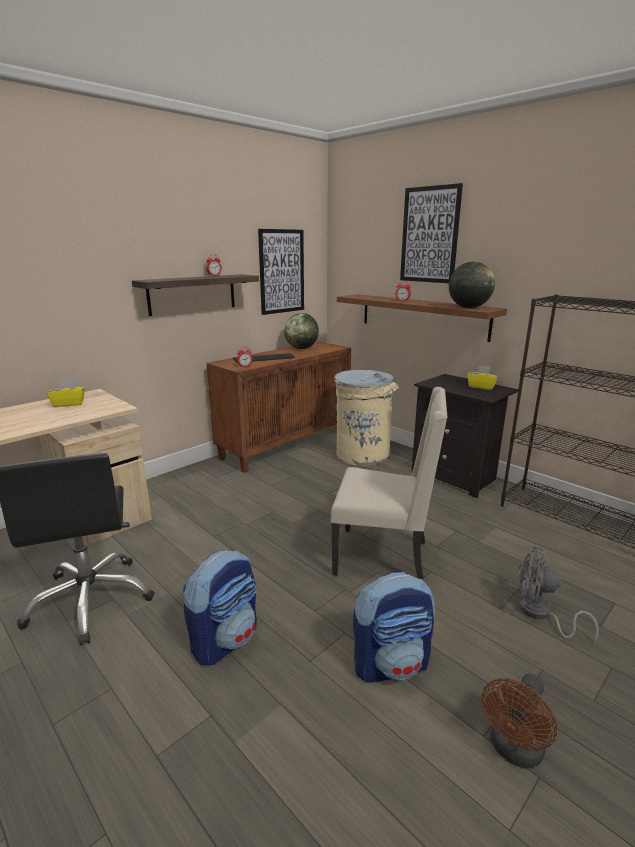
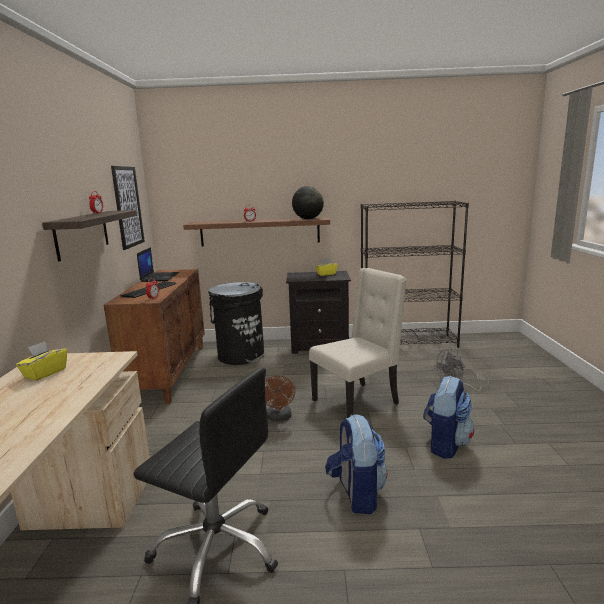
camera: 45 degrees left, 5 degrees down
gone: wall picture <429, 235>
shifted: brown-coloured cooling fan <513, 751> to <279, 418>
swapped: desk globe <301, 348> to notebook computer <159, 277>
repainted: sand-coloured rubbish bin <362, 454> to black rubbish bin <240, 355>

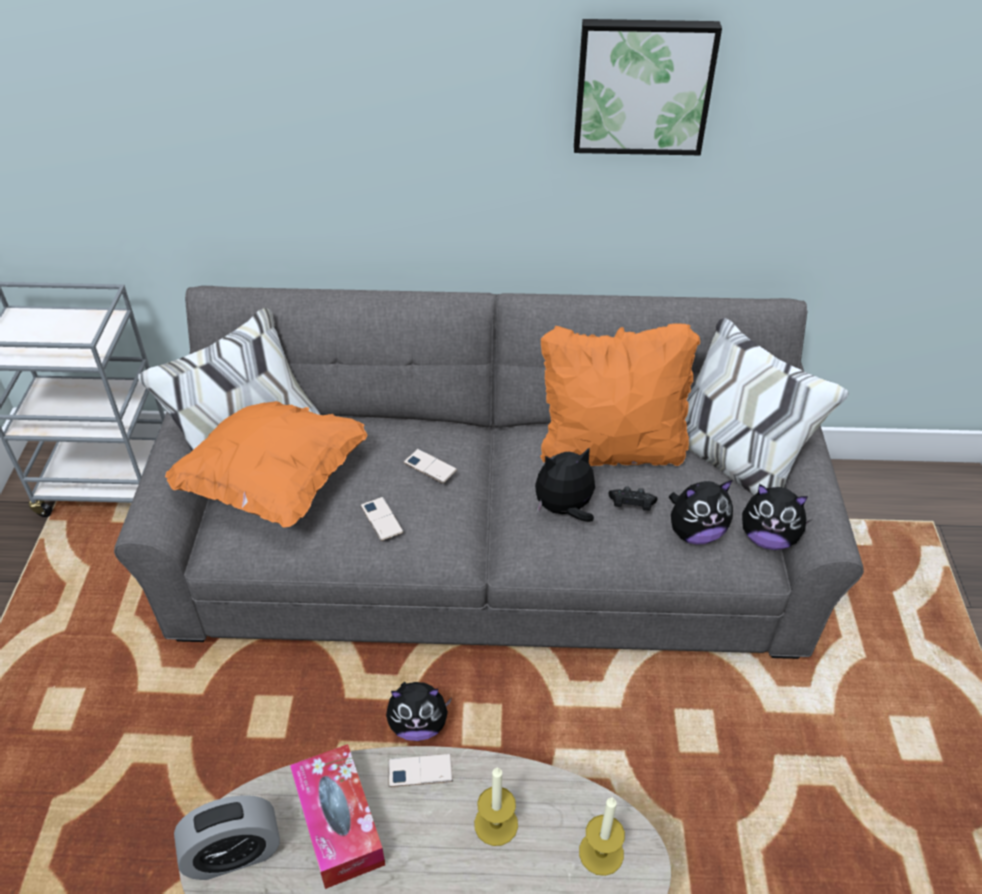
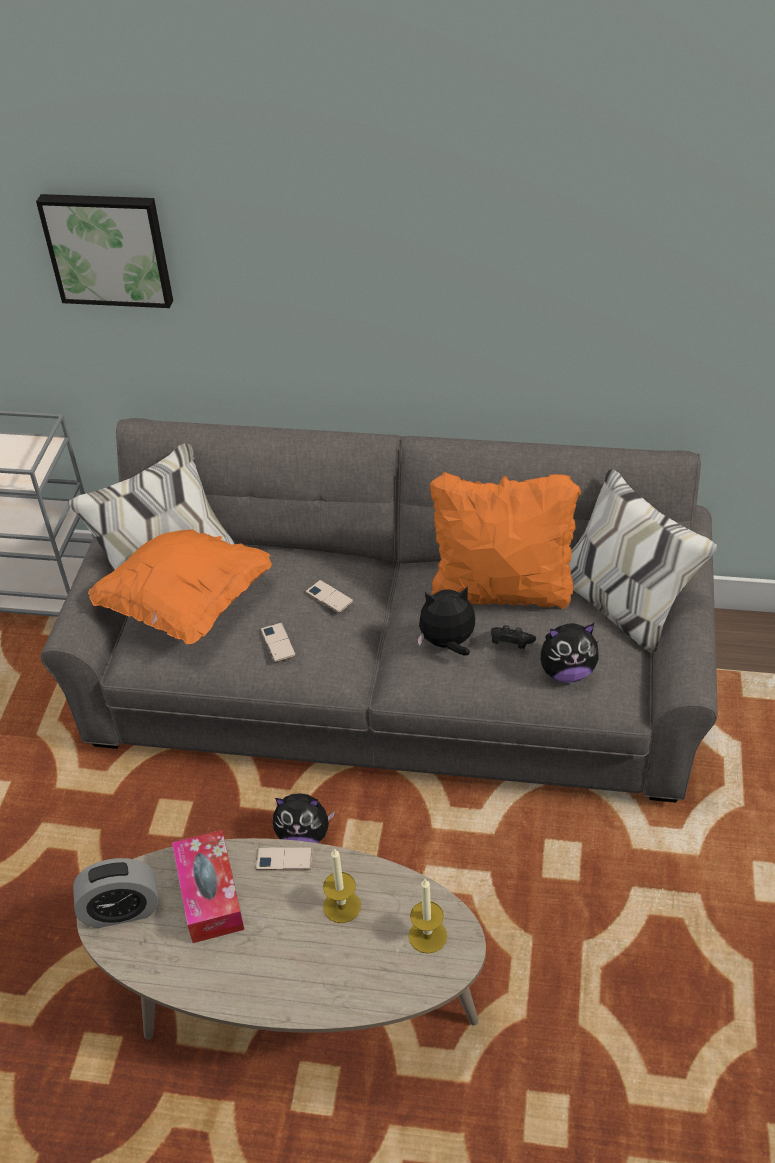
camera: 10 degrees right, 0 degrees up
gone: cuddly toy <768, 538>
shifted: wall picture <643, 86> to <108, 248>

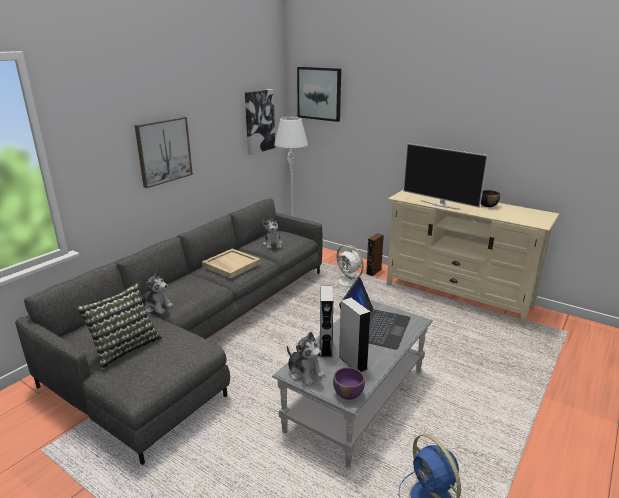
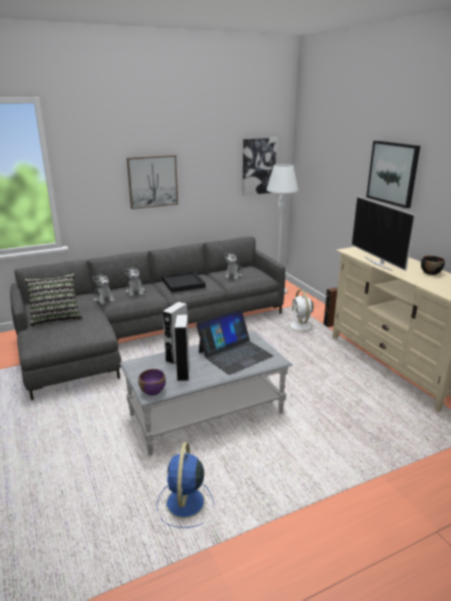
camera: 30 degrees right, 0 degrees up
shifted: cuddly toy <305, 373> to <135, 291>; wall picture <319, 93> to <393, 173>
repainted: sand-coloured tray <231, 265> to black tray <183, 283>

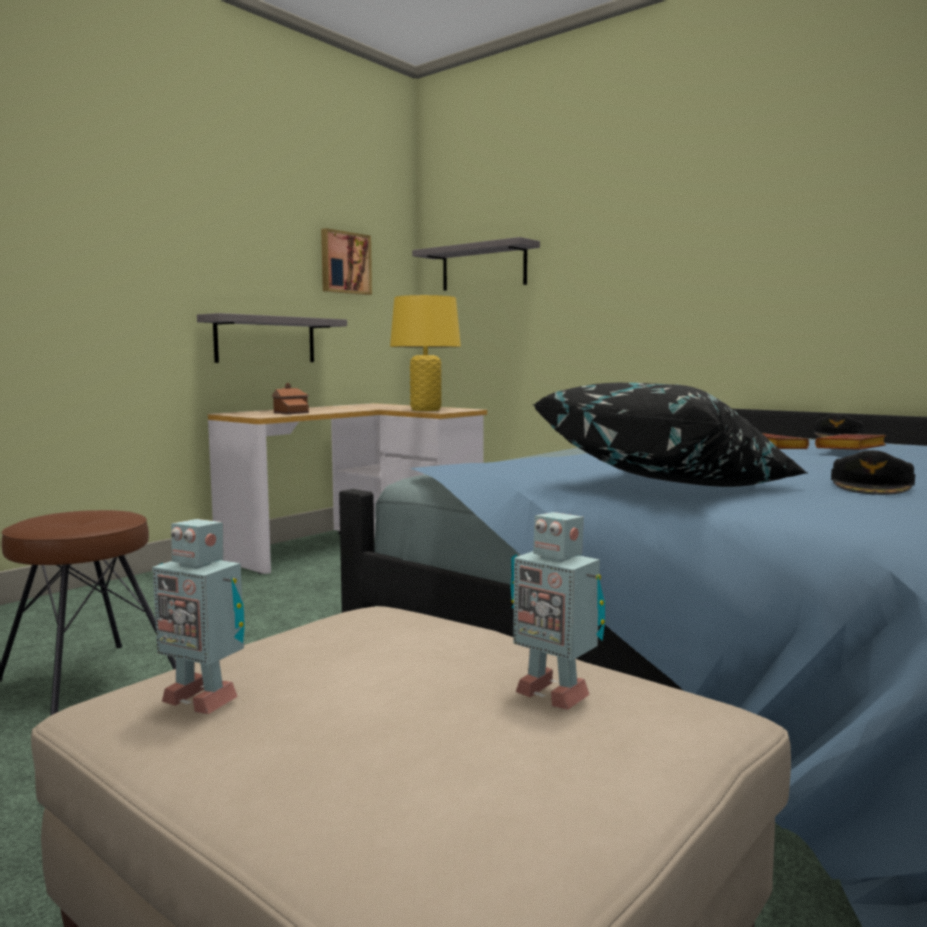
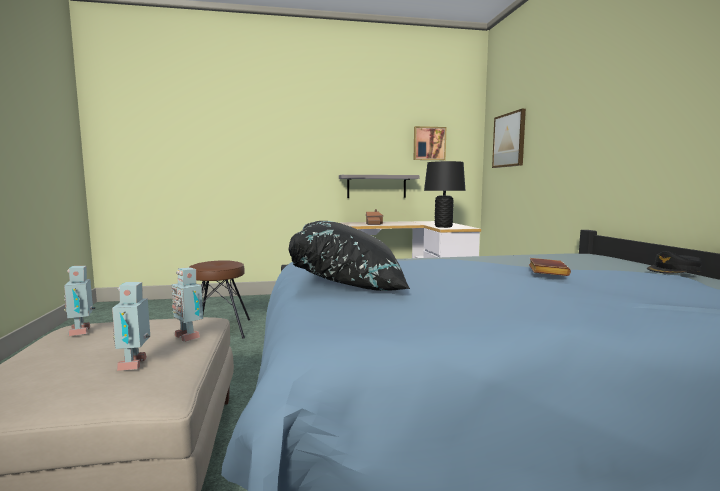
camera: 40 degrees right, 0 degrees up
gone: brown-coloured bound book <851, 449>; black cap <872, 486>
new: model robot <189, 336>
swapped: greyish shelf <483, 267> to wall picture <509, 140>
repainted: yellowish table lamp <426, 410> to black table lamp <443, 226>

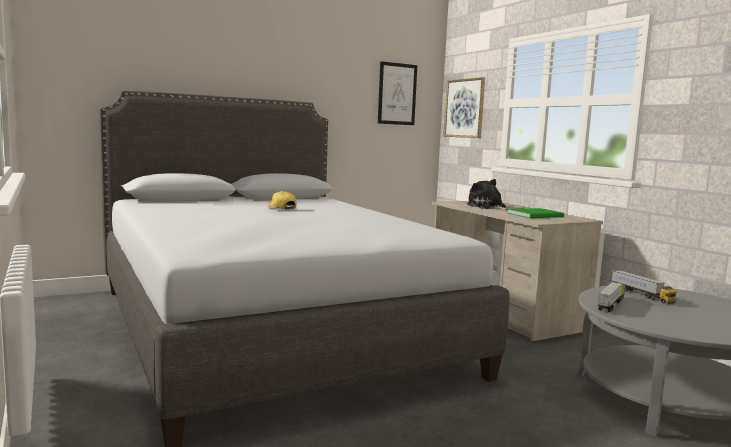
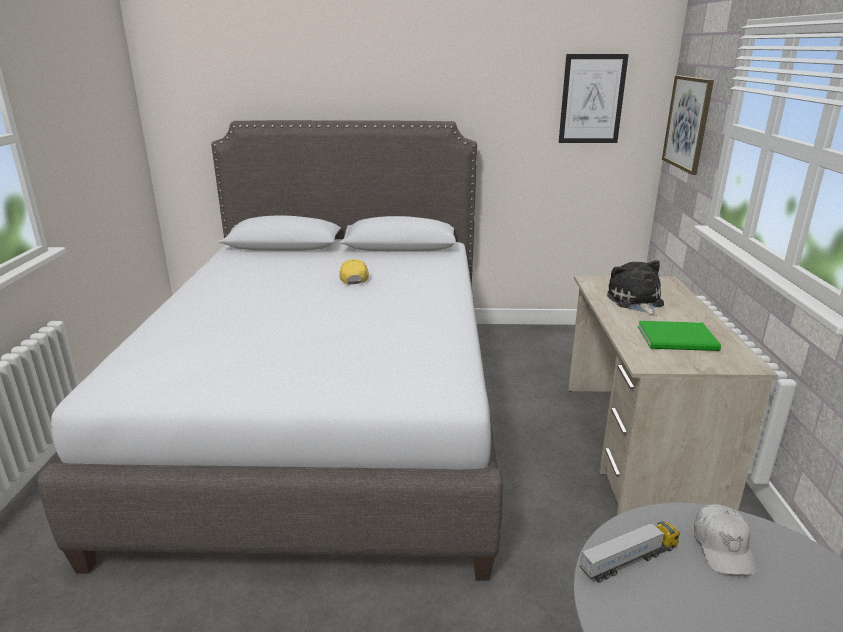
camera: 30 degrees right, 15 degrees up
swapped: toy truck <641, 295> to white cap <722, 547>

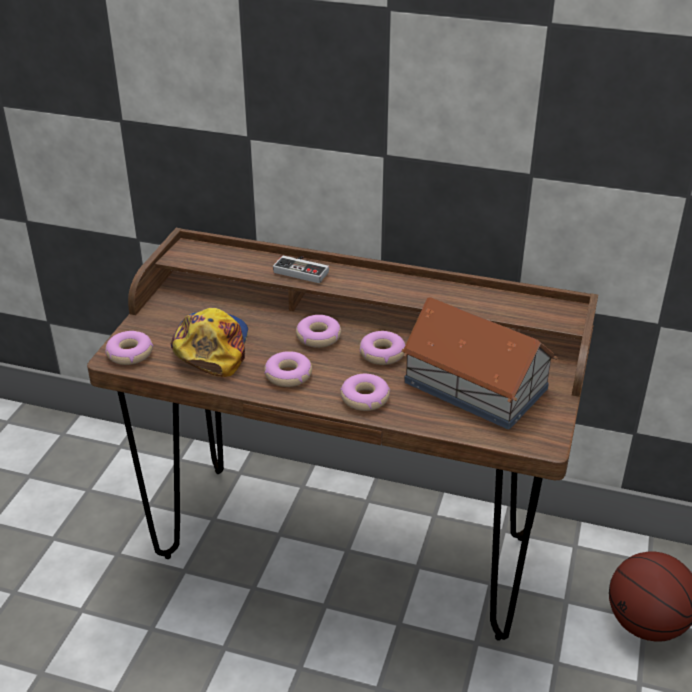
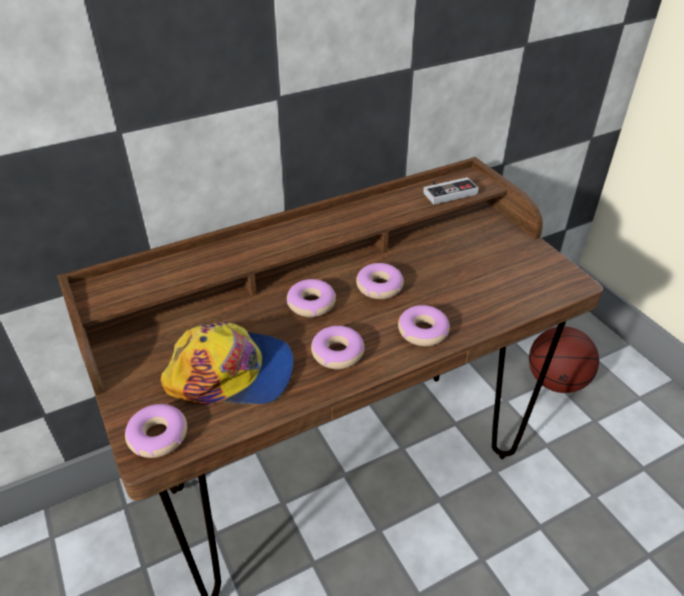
camera: 45 degrees left, 5 degrees up
gone: miniature house <474, 384>
shifted: game controller <303, 270> to <447, 191>
rotated: cap <211, 346> = <232, 373> 135 degrees clockwise

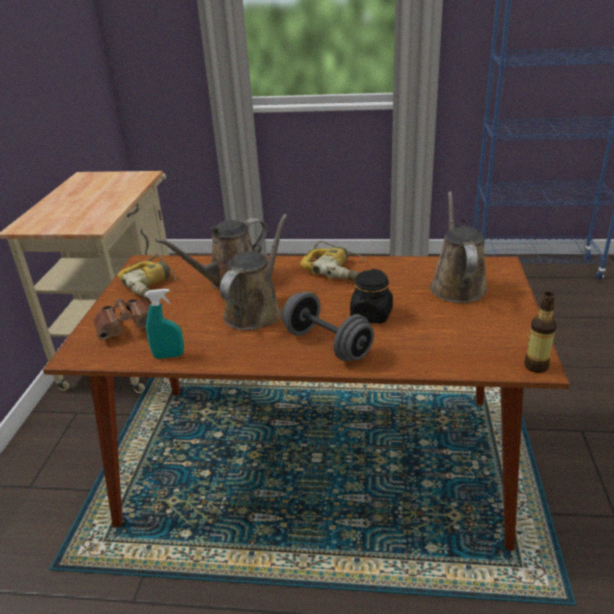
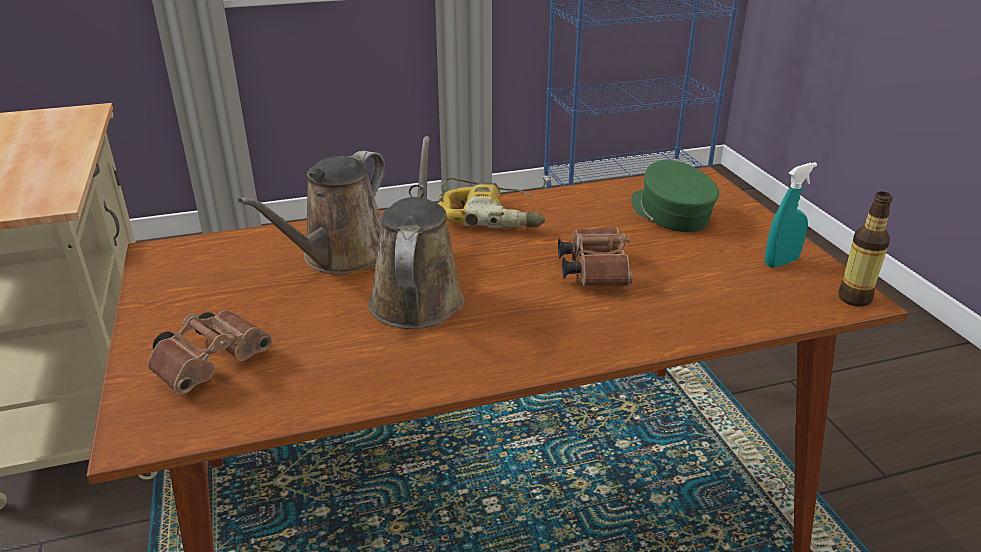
camera: 25 degrees left, 0 degrees up
gone: drill <152, 284>; greyish free weight <327, 344>
shifted: turquoise-coloured hand sprayer <169, 356> to <781, 262>
swapped: black storage jar <371, 315> to brown-coloured field glasses <593, 271>; brown-coloured watering pot <457, 285> to green-coloured cap <670, 212>

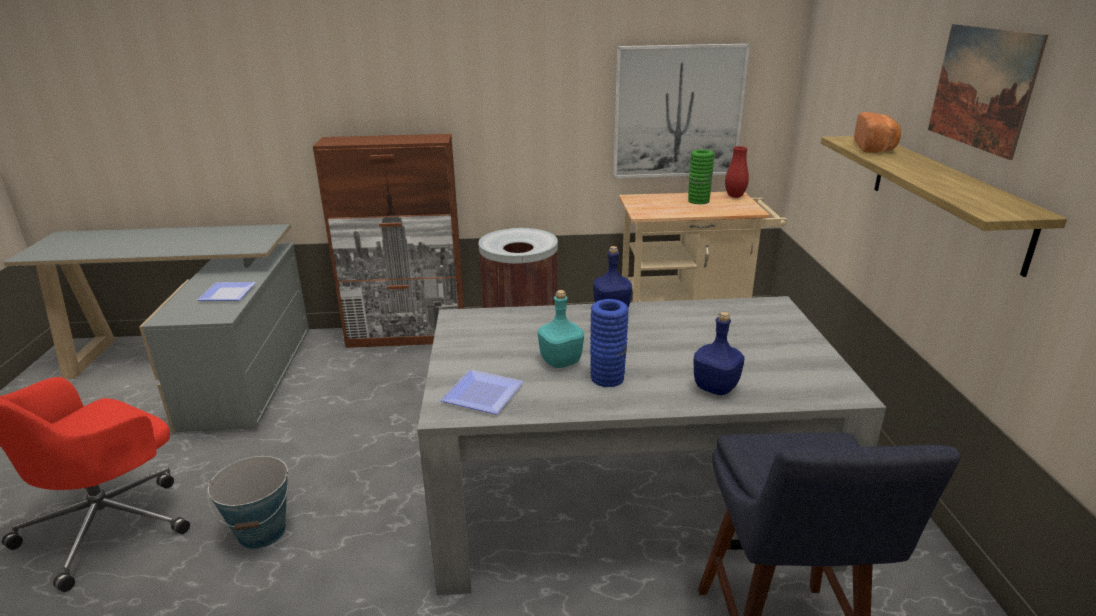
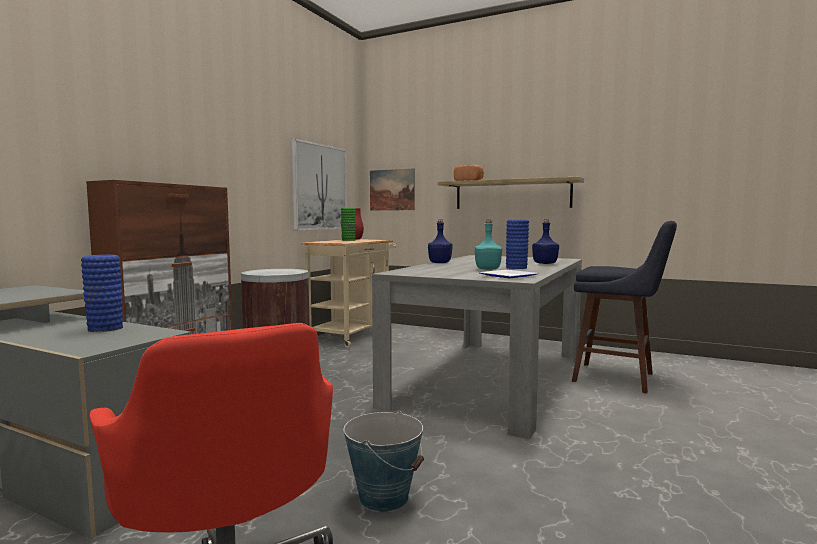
camera: 60 degrees left, 20 degrees down
shifted: wall picture <982, 88> to <392, 190>
swapped: flat dish <230, 293> to bluish decorative vase <105, 328>

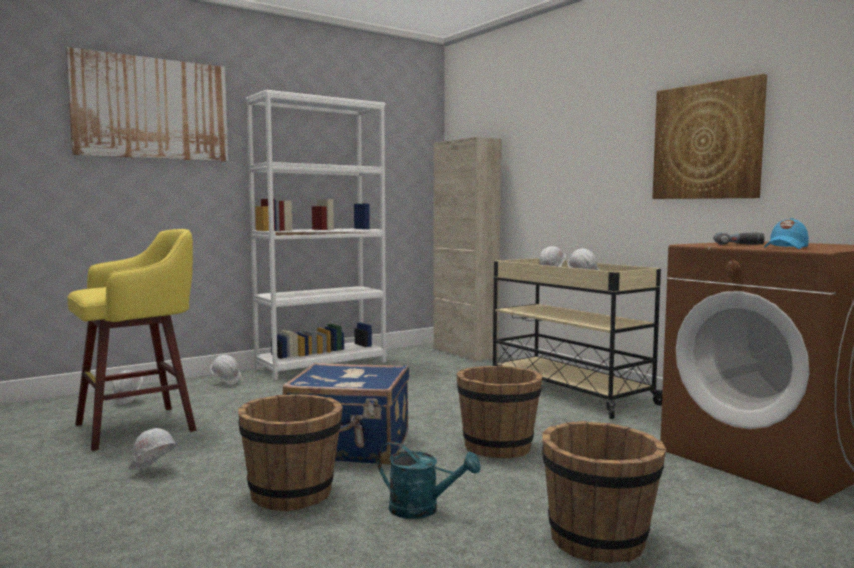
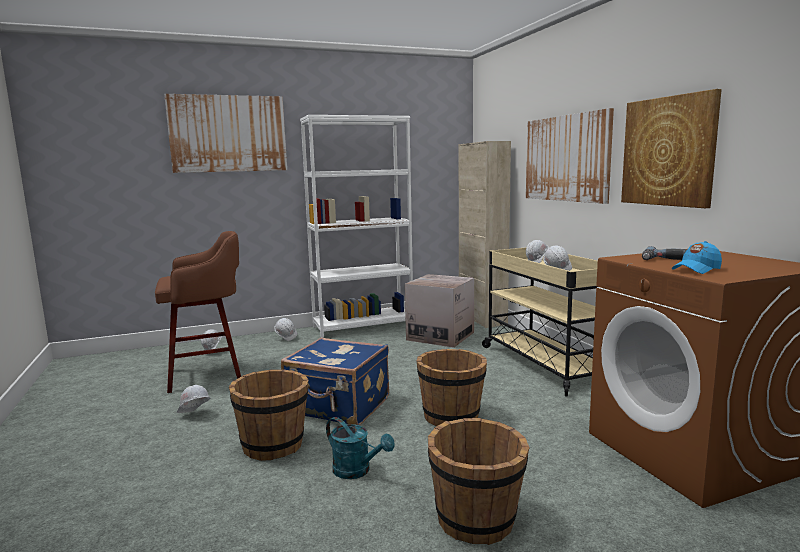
camera: 15 degrees right, 5 degrees up
new: cardboard box <440, 336>; wall picture <566, 158>
repainted: yellowish stool <140, 426> to brown-coloured stool <208, 374>

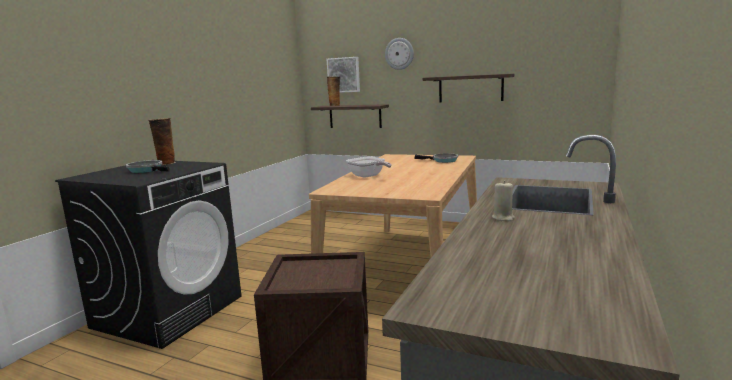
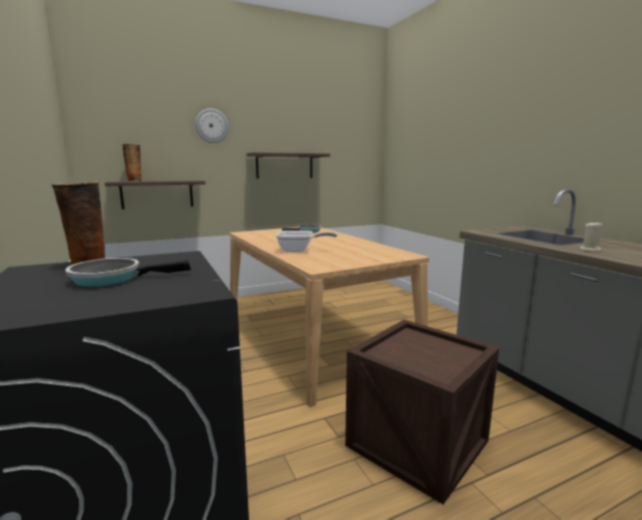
camera: 50 degrees left, 0 degrees up
gone: wall picture <344, 75>

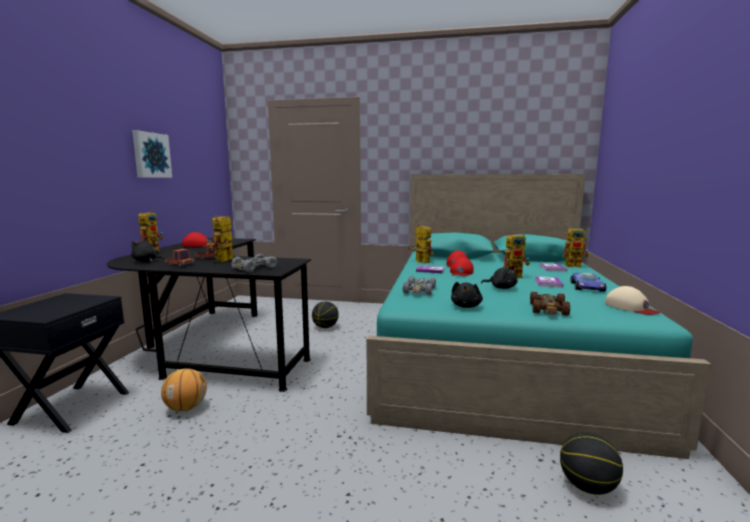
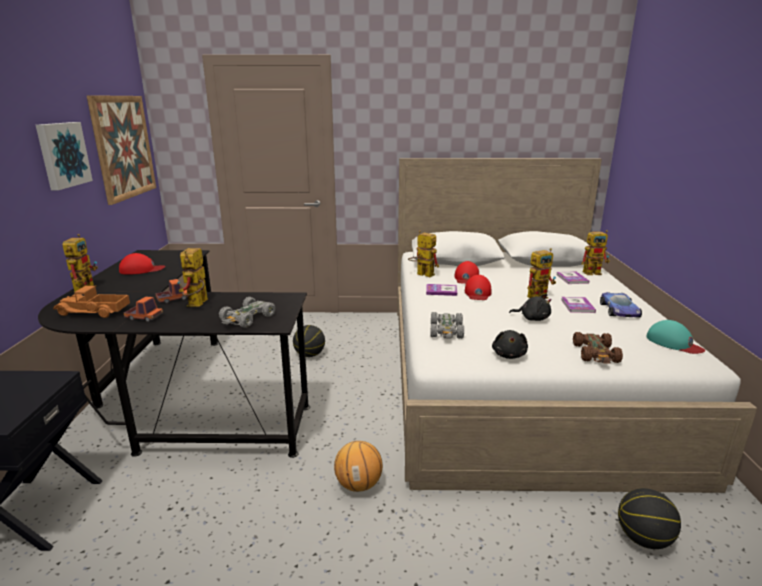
camera: 10 degrees left, 10 degrees up
new: wall picture <123, 147>
shifted: basketball ball <186, 408> to <358, 484>
swapped: black cuddly toy <147, 261> to toy truck <93, 312>
repainted: turquoise-coloured bed <498, 353> to white bed <515, 376>; sand-coloured cap <630, 307> to turquoise-coloured cap <673, 343>

